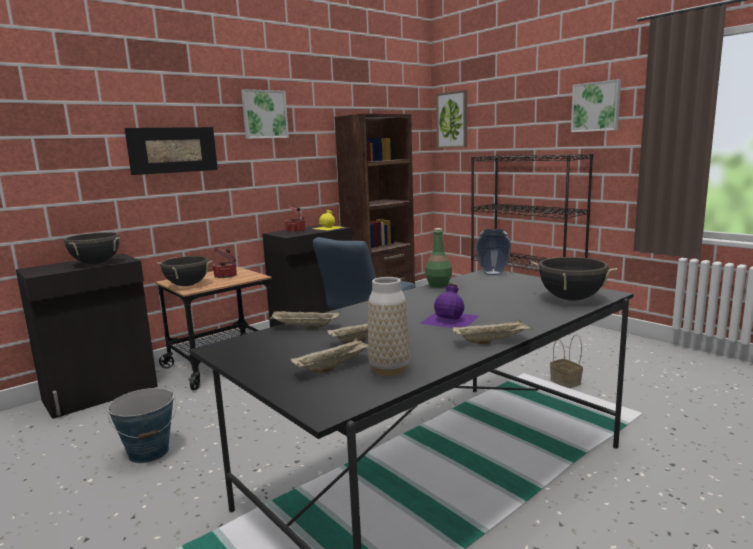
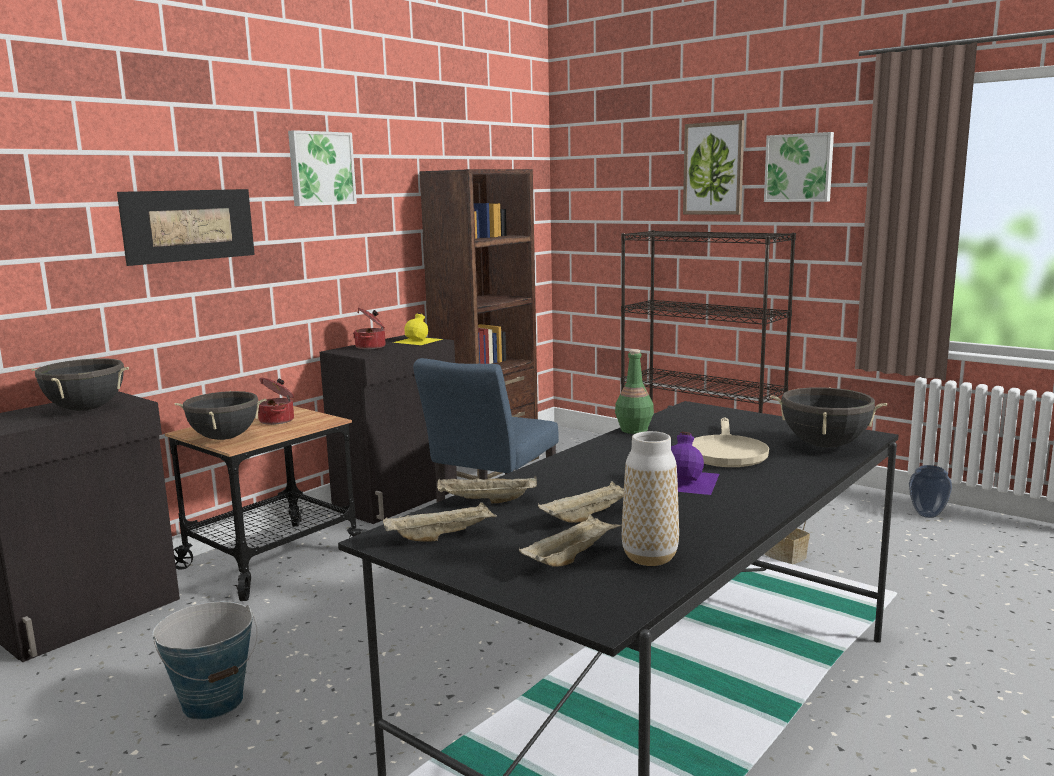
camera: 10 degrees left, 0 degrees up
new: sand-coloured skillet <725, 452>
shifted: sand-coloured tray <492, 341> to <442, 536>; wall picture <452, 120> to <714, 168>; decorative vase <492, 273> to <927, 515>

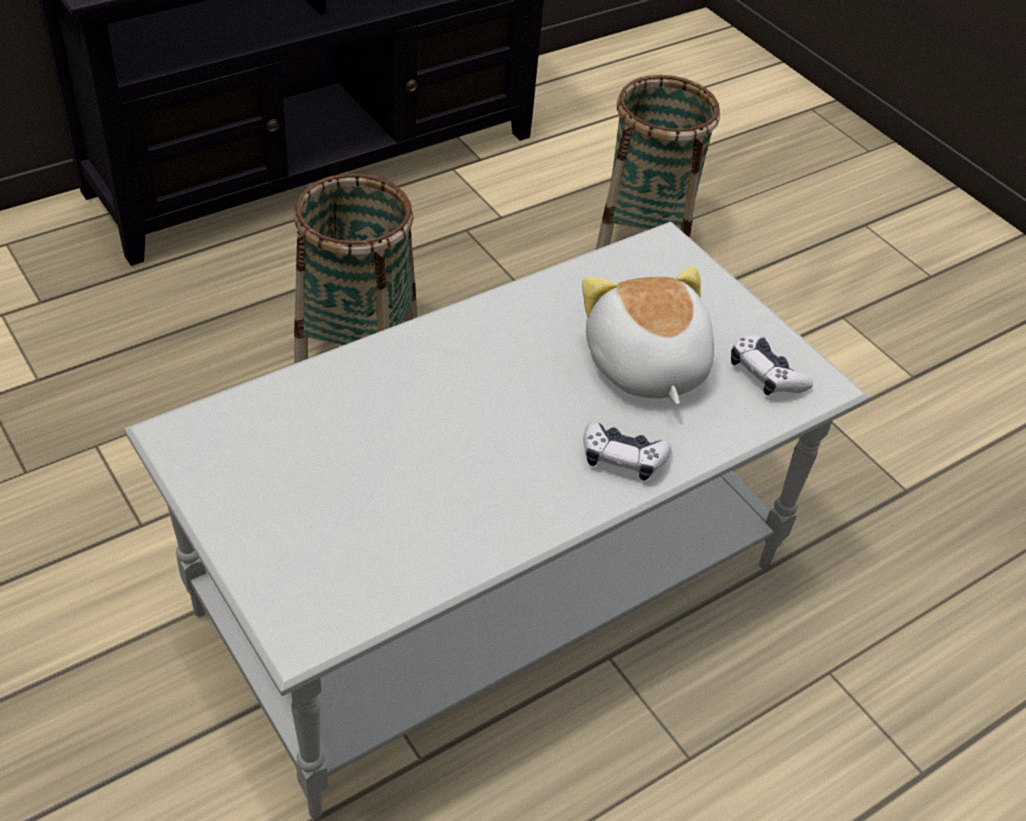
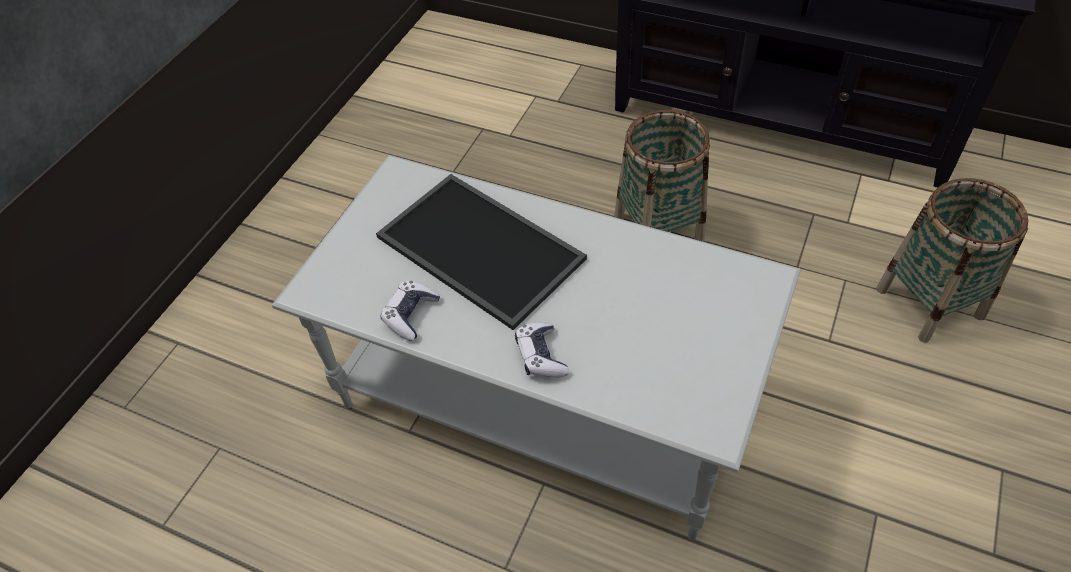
camera: 65 degrees right, 5 degrees up
gone: cuddly toy <644, 366>
new: tray <476, 249>
shifted: game controller <765, 375> to <411, 315>

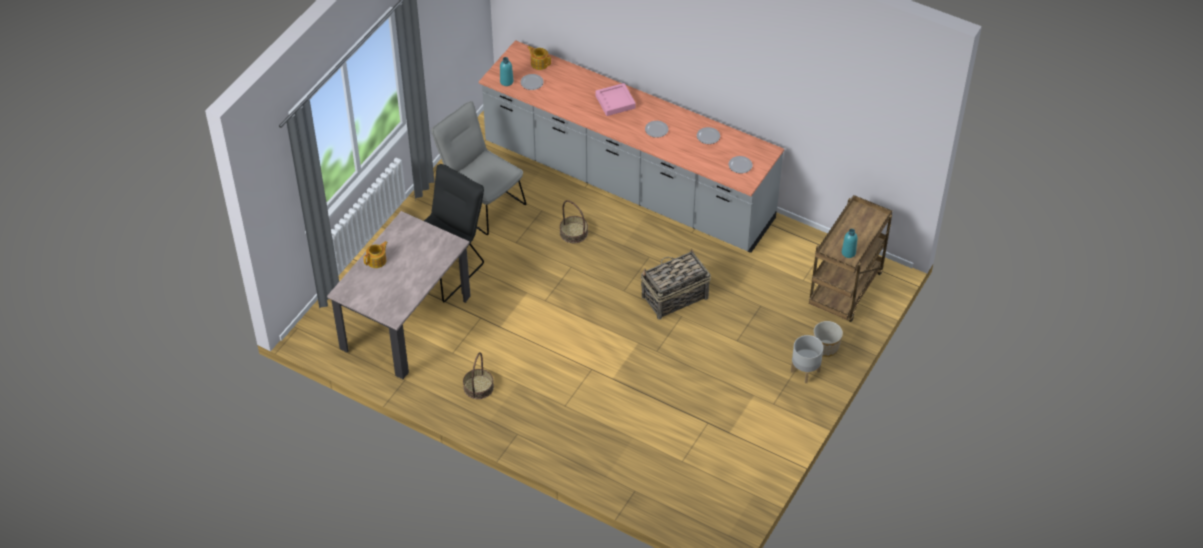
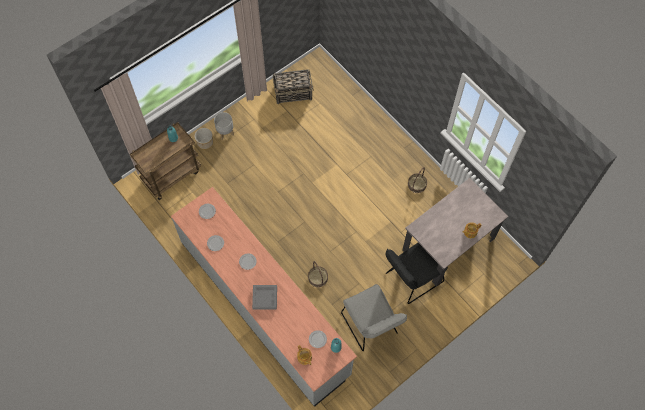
camera: 160 degrees left, 15 degrees up
shifted: household basket <674, 297> to <293, 93>
repainted: pinkish tray <615, 102> to greyish tray <265, 298>

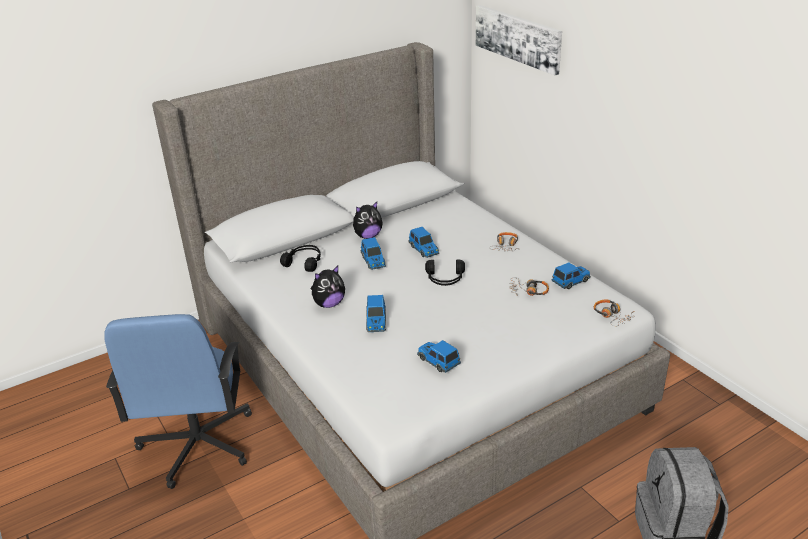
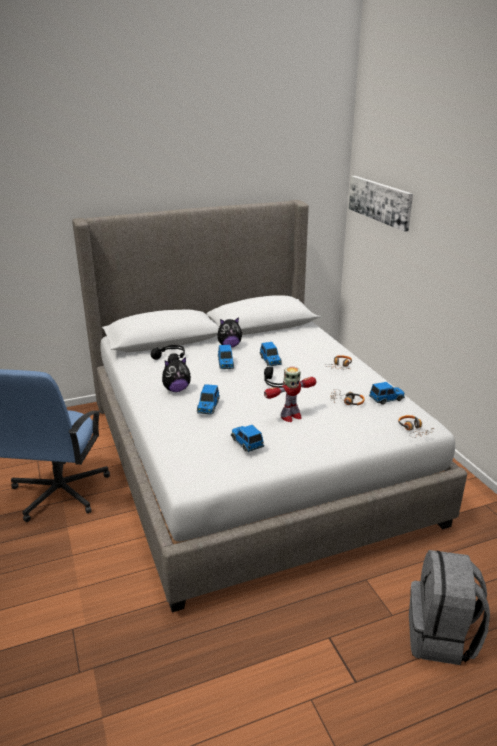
camera: 10 degrees right, 5 degrees down
new: model robot <290, 416>

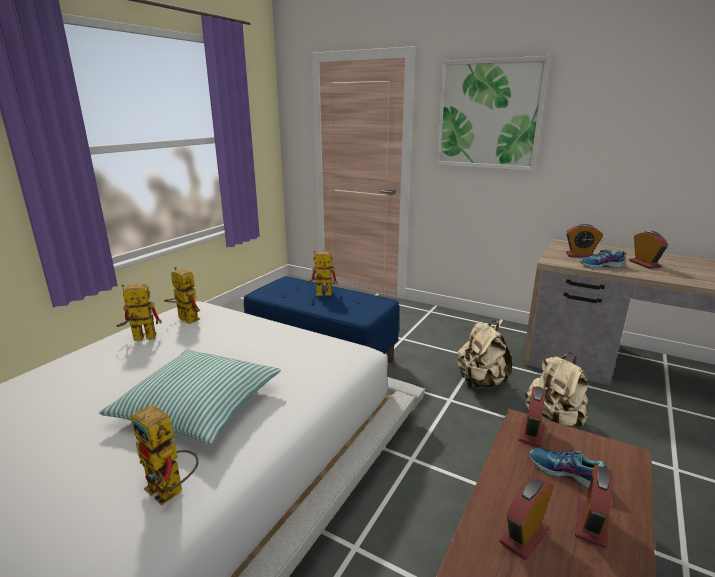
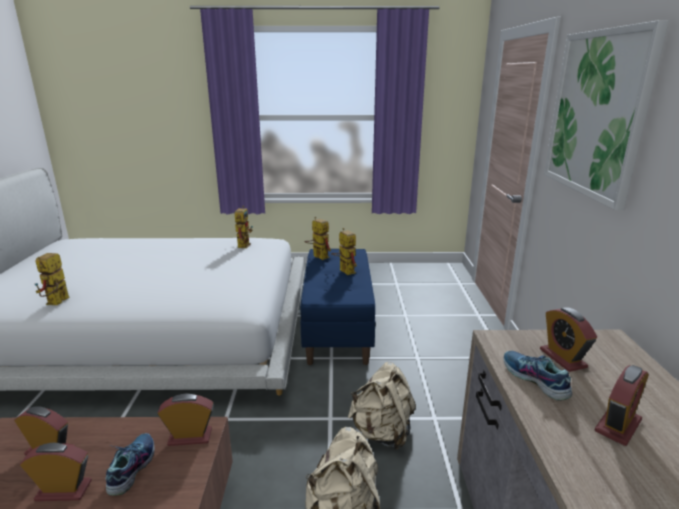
camera: 60 degrees right, 0 degrees up
gone: cushion <199, 406>
shifted: model robot <139, 339> to <317, 256>

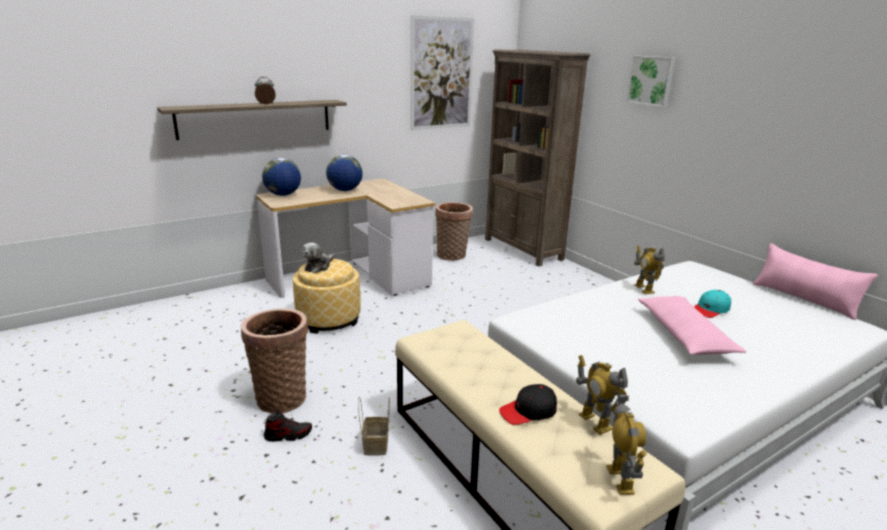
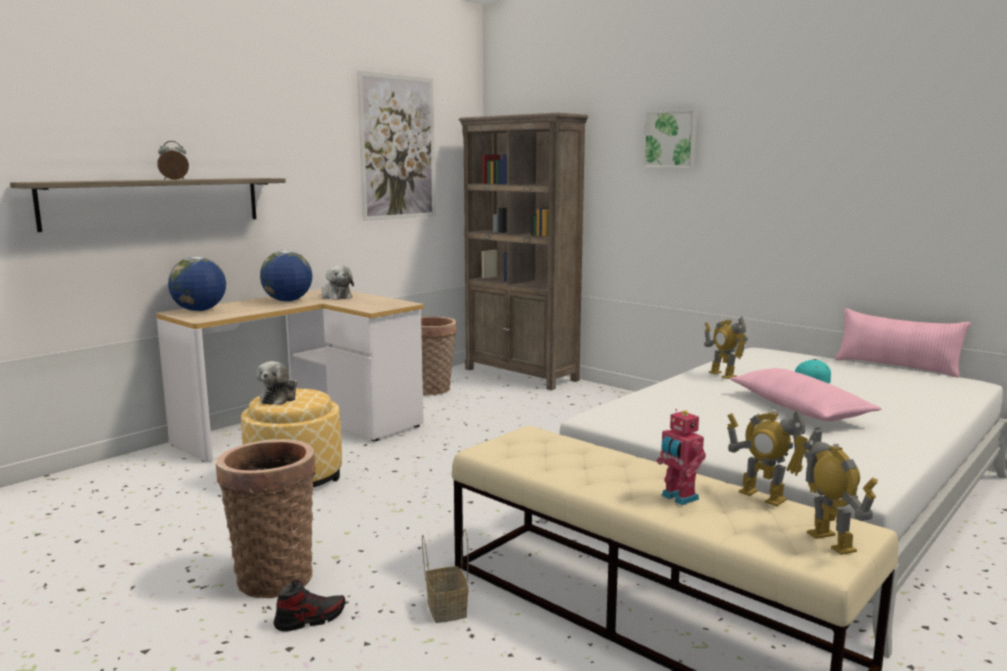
camera: 15 degrees left, 10 degrees down
new: cuddly toy <335, 296>
swapped: black cap <528, 411> to model robot <678, 498>

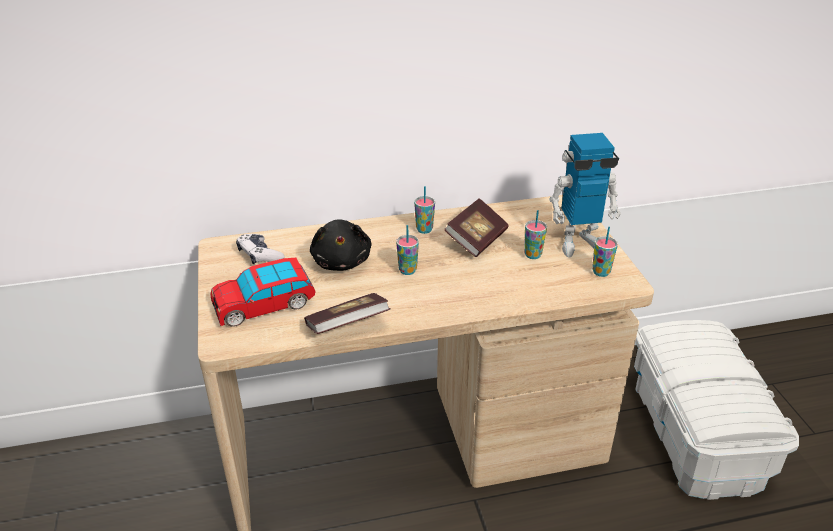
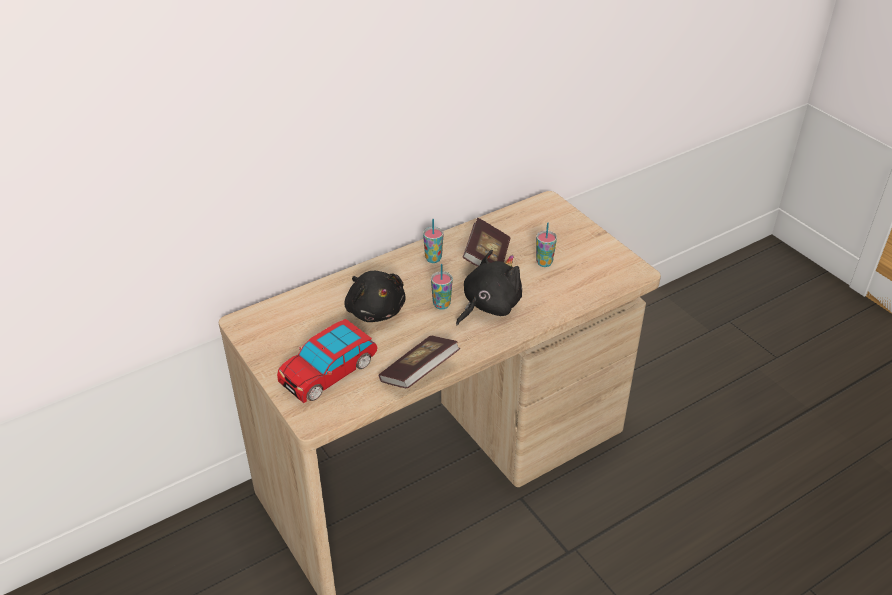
camera: 20 degrees left, 5 degrees up
gone: game controller <259, 255>; model robot <579, 242>; cup <601, 272>; white storage bin <696, 433>
new: black cuddly toy <488, 306>

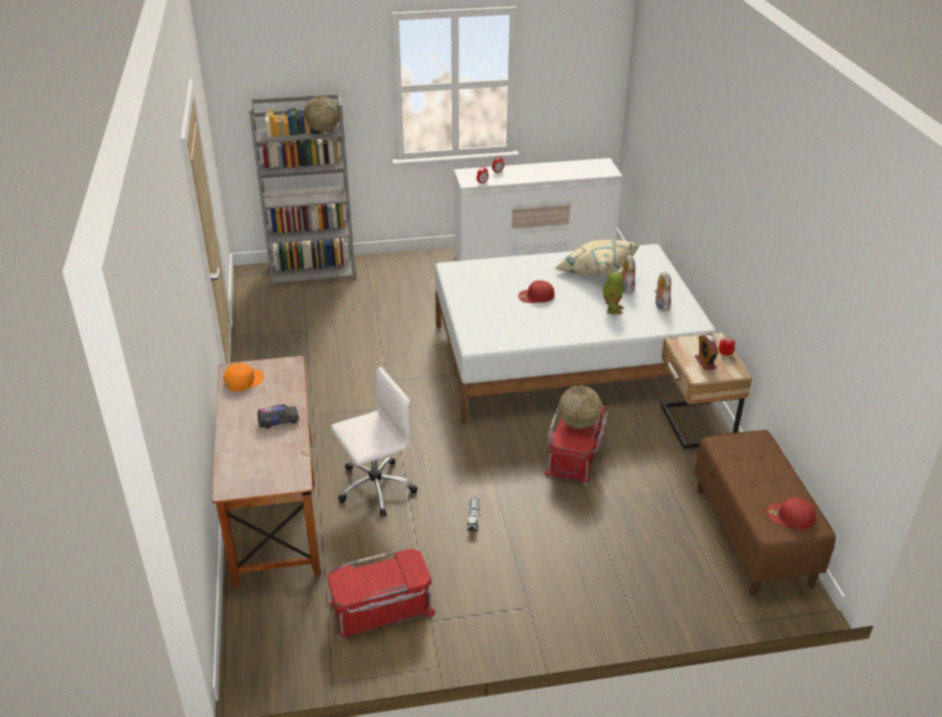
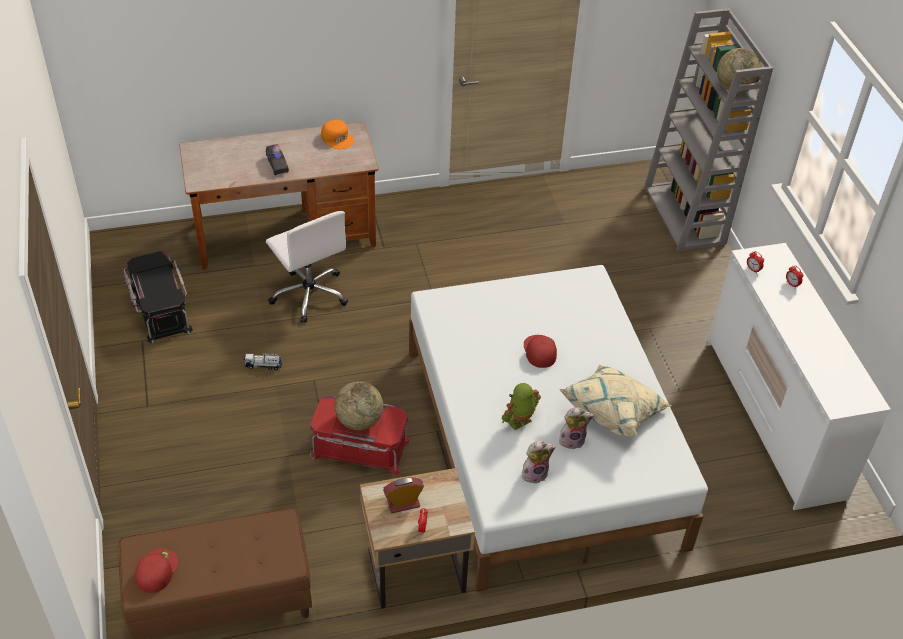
camera: 85 degrees right, 10 degrees up
repainted: red-coloured storage bin <381, 609> to black storage bin <160, 309>
rotated: model robot <611, 309> = <519, 422> 135 degrees clockwise

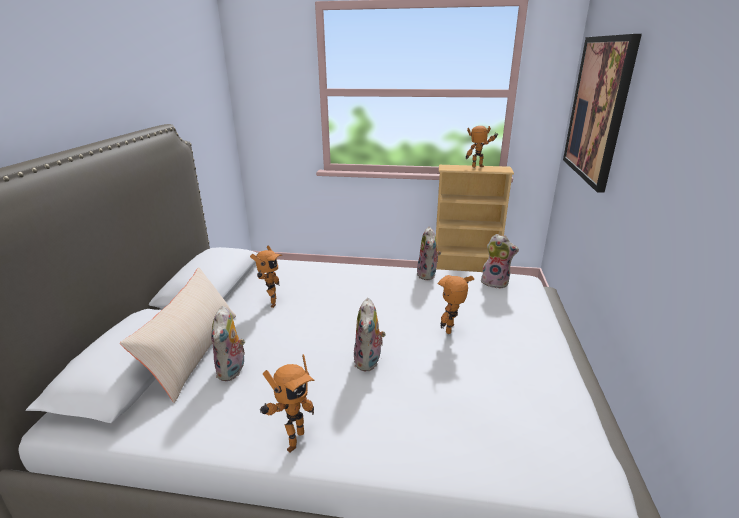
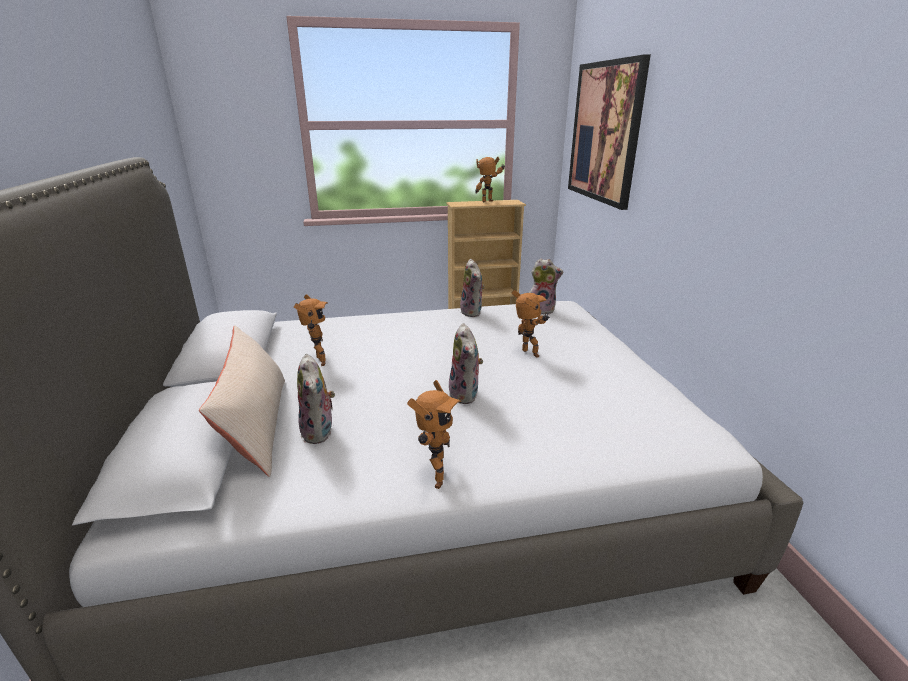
camera: 20 degrees left, 0 degrees up
rotated: model robot <453, 330> = <528, 354> 135 degrees clockwise

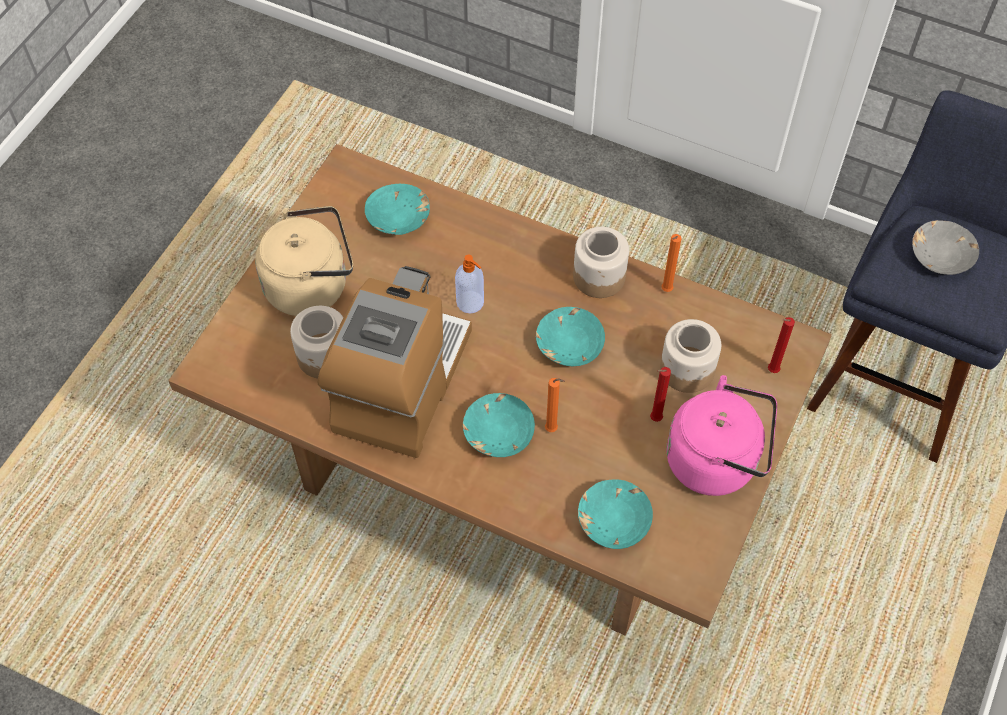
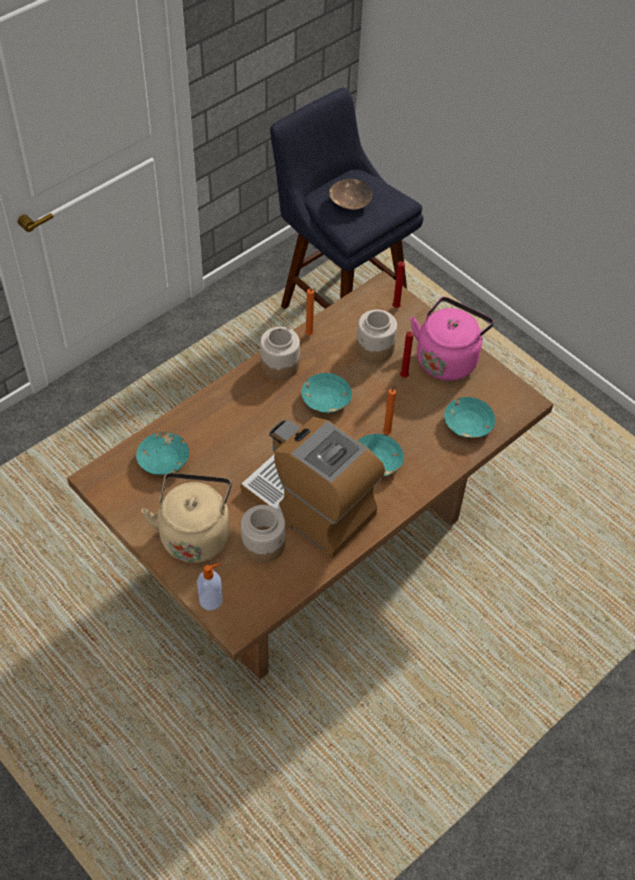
camera: 70 degrees left, 5 degrees down
shifted: soap bottle <471, 303> to <211, 600>
repainted: greyish deep dish <941, 255> to brown-coloured deep dish <350, 201>

